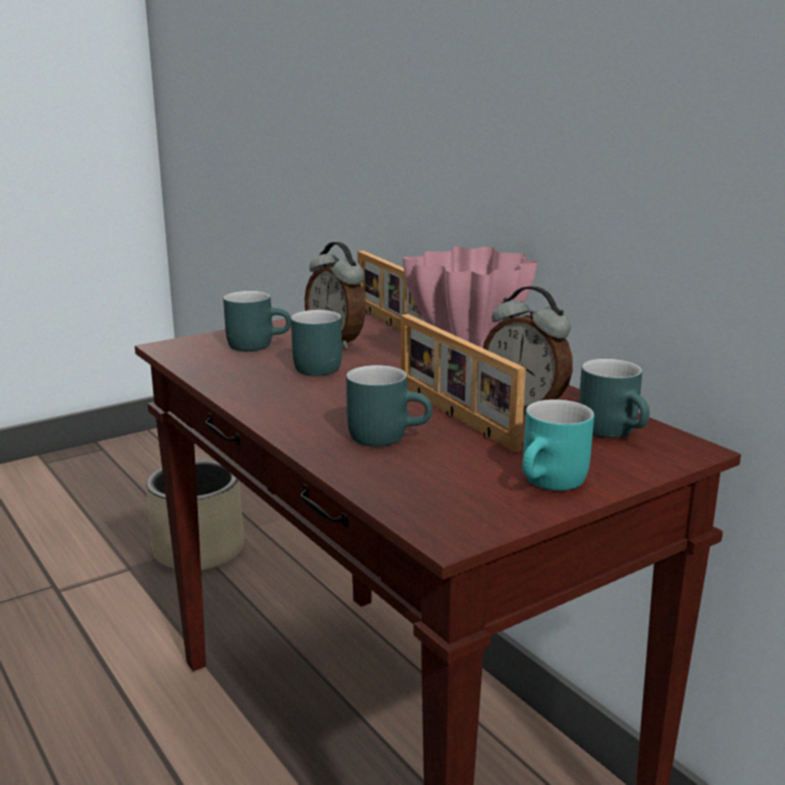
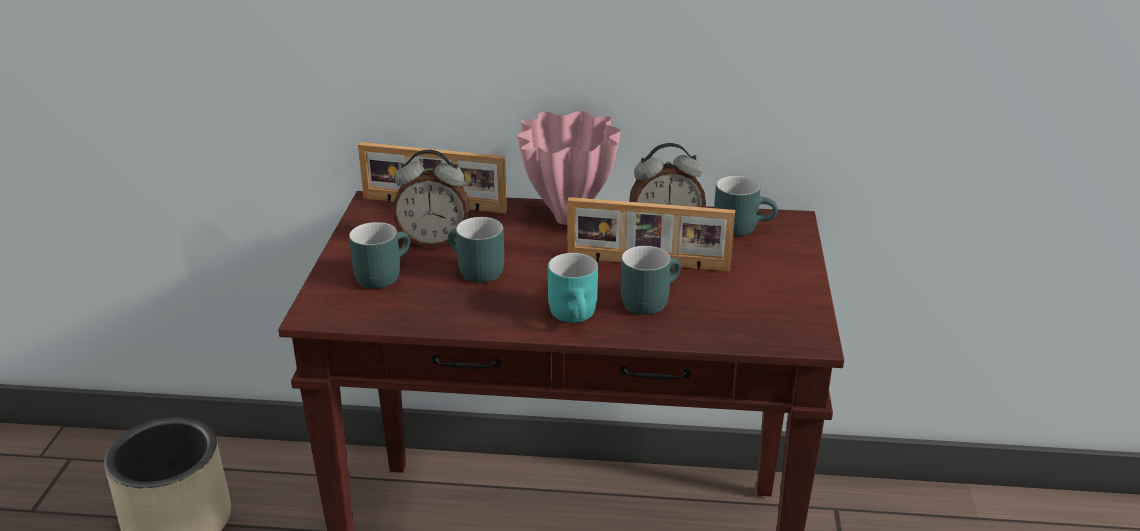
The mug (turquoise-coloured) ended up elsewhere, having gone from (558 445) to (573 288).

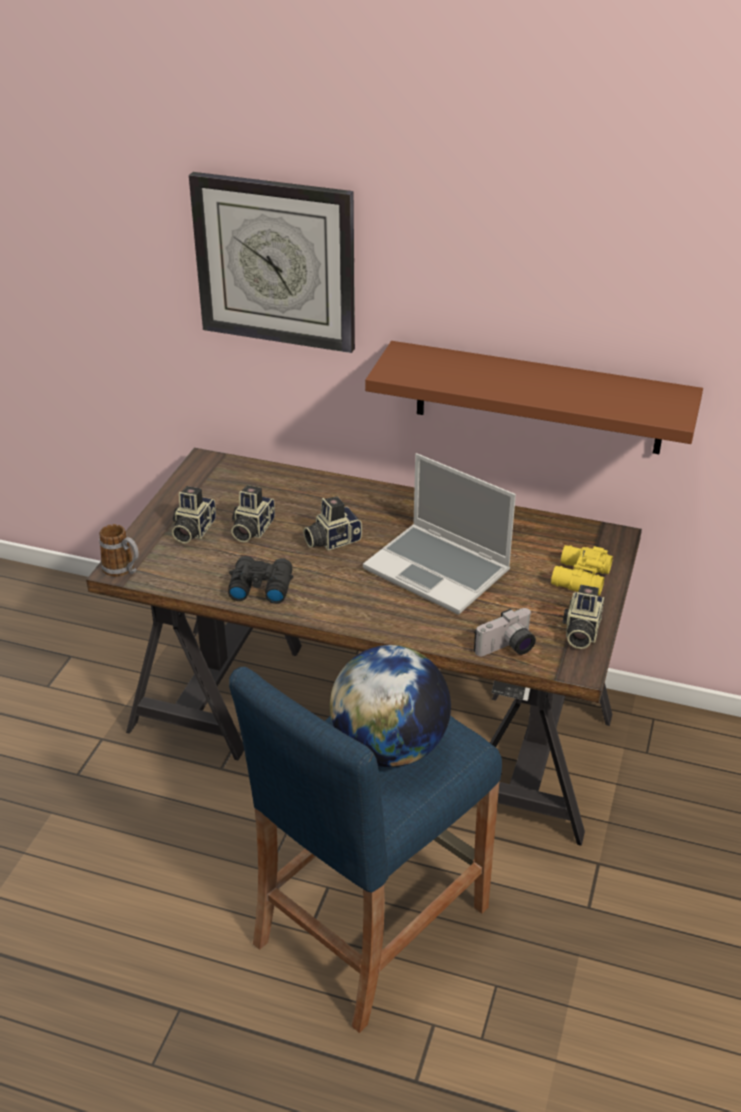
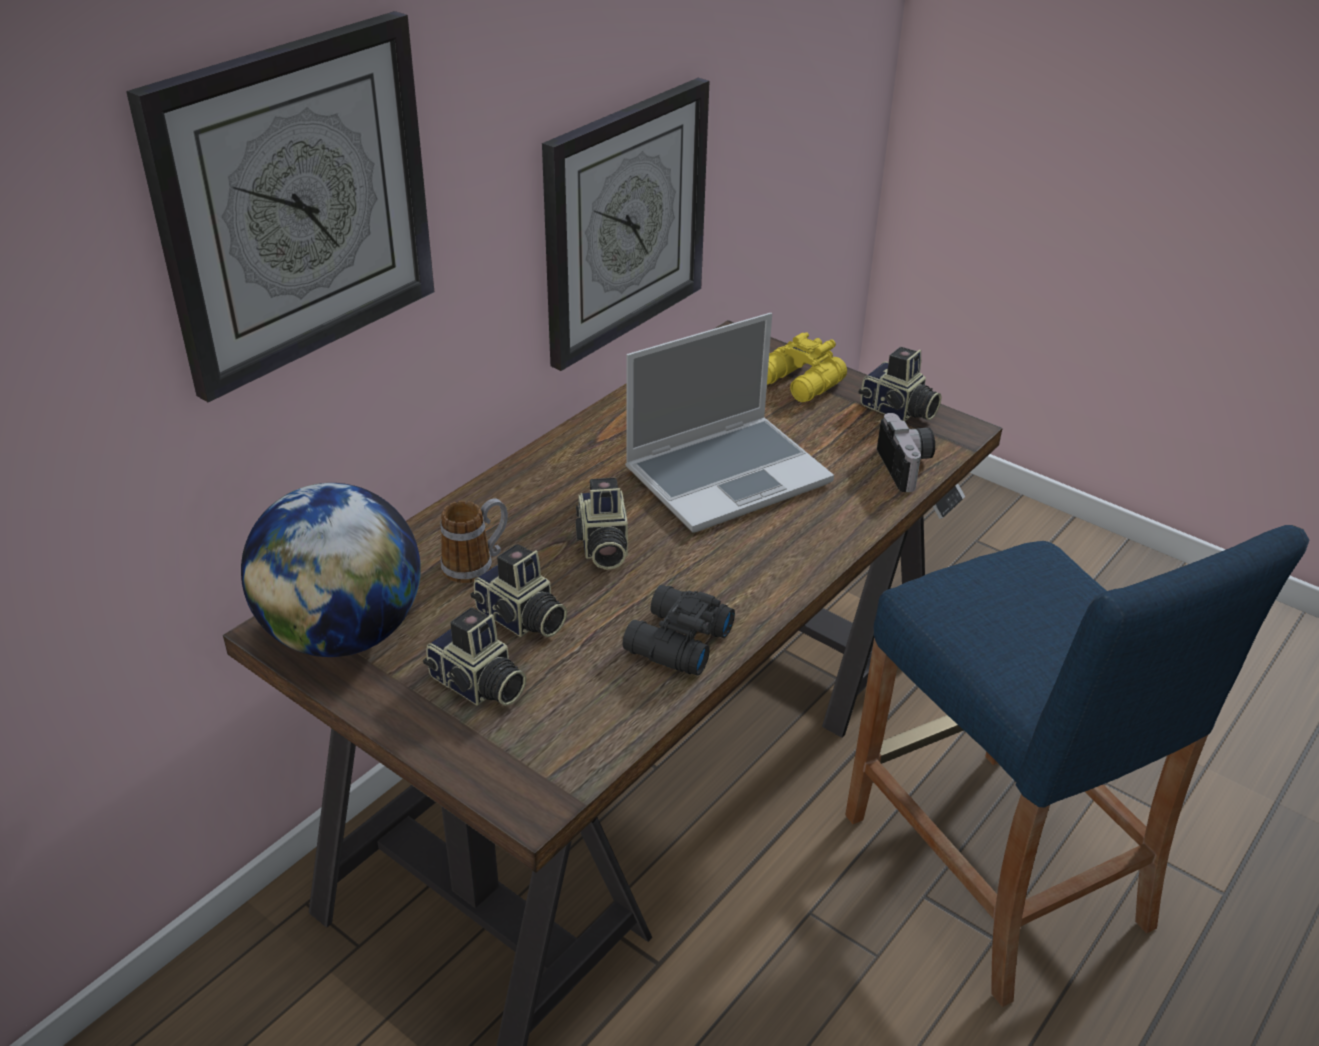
Where the shelf (brown) hung at (534 397), the clock on the wall came to hang at (626 224). The mug ended up elsewhere, having gone from (119 550) to (474 540). The desk globe ended up elsewhere, having gone from (390 706) to (331 570).

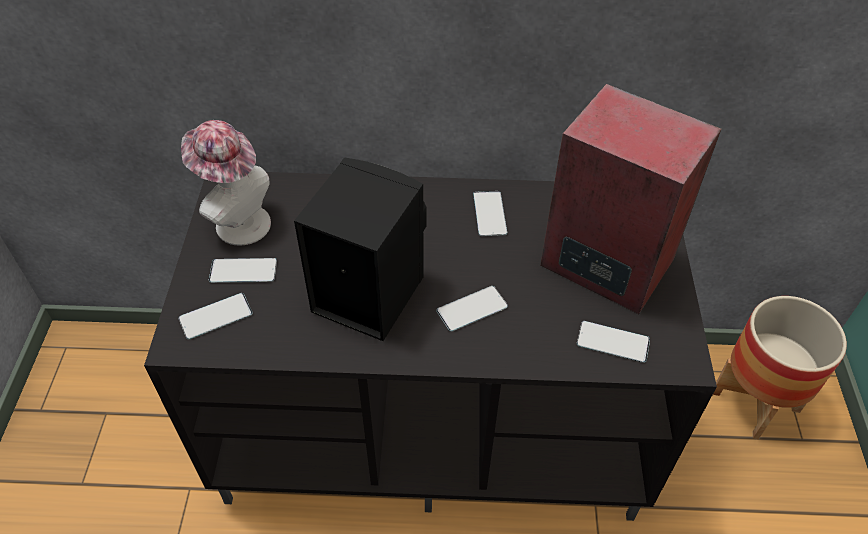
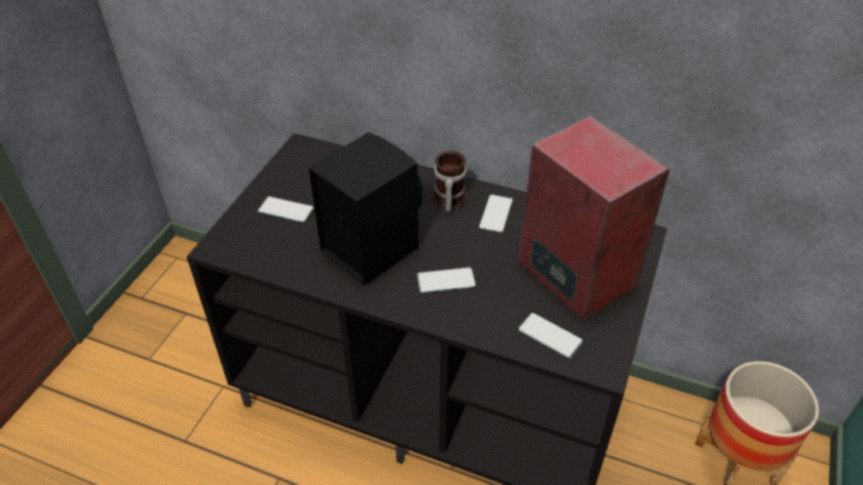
The second view lost the clothing hat at (226 183). The second view lost the telephone at (216 316). The second view gained the mug at (450 181).

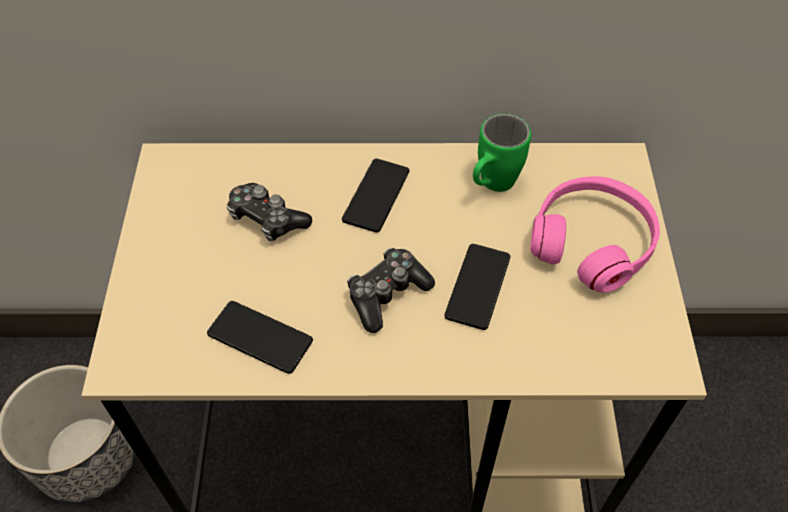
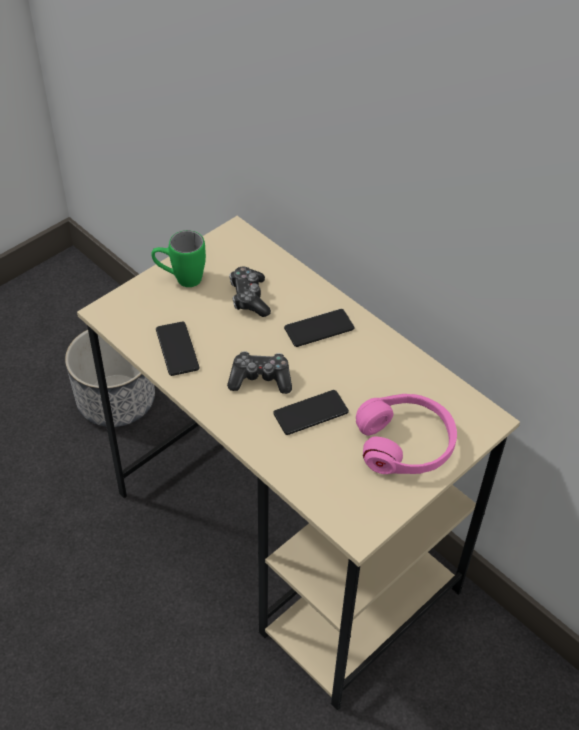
The mug (green) ended up elsewhere, having gone from (502 152) to (178 258).

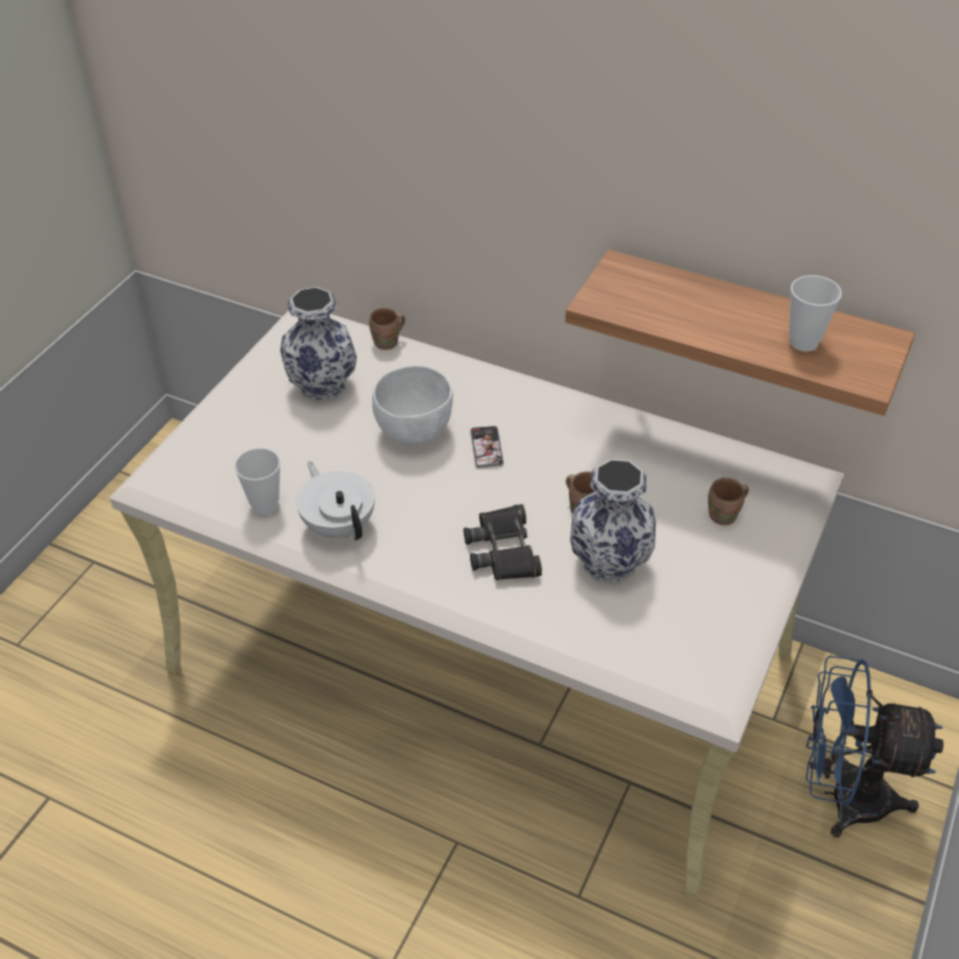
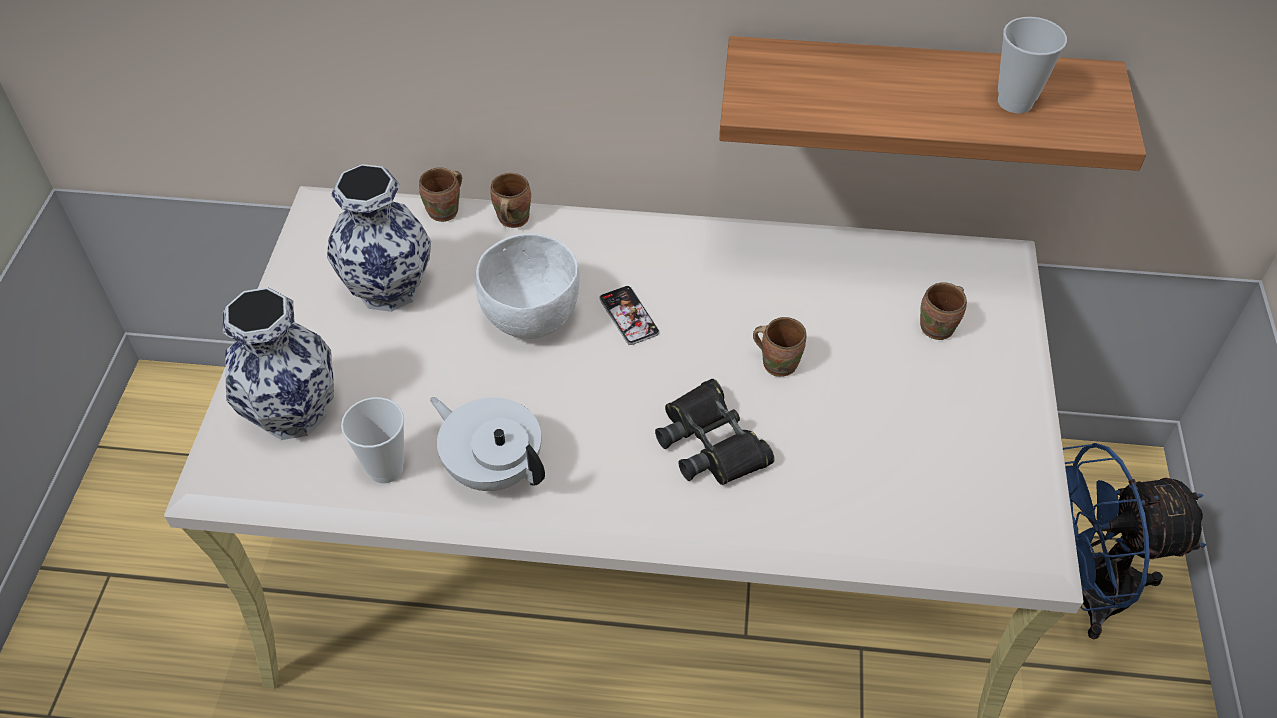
The decorative vase ended up elsewhere, having gone from (613 521) to (278 363). The second view gained the mug (brown) at (510 200).

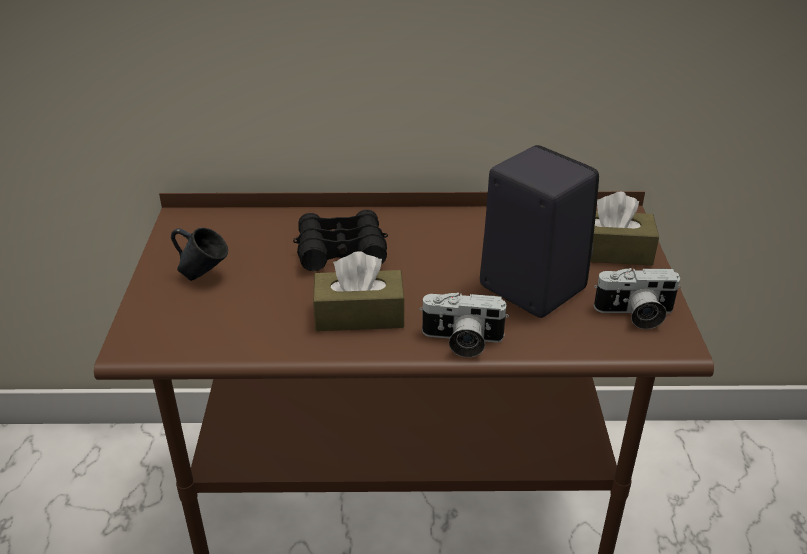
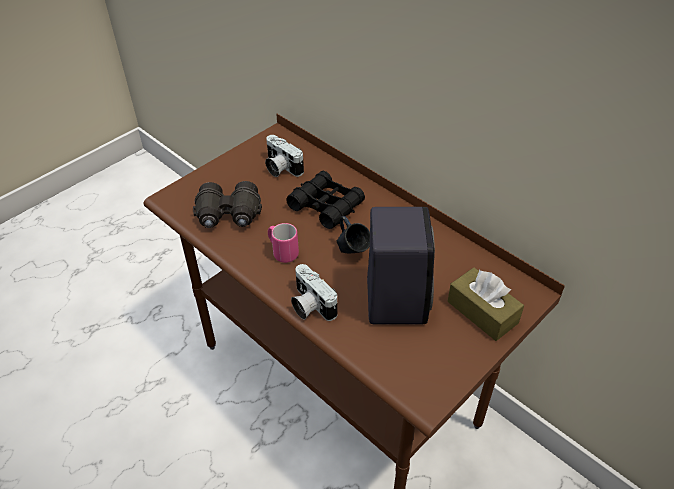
The mug (bluish) ended up elsewhere, having gone from (199 254) to (353 234). Where the box of tissues (brown) stood at (359 291), the mug (pinkish) came to stand at (283 243). The still camera ended up elsewhere, having gone from (637 298) to (284 156). The second view gained the field glasses (black) at (227 204).

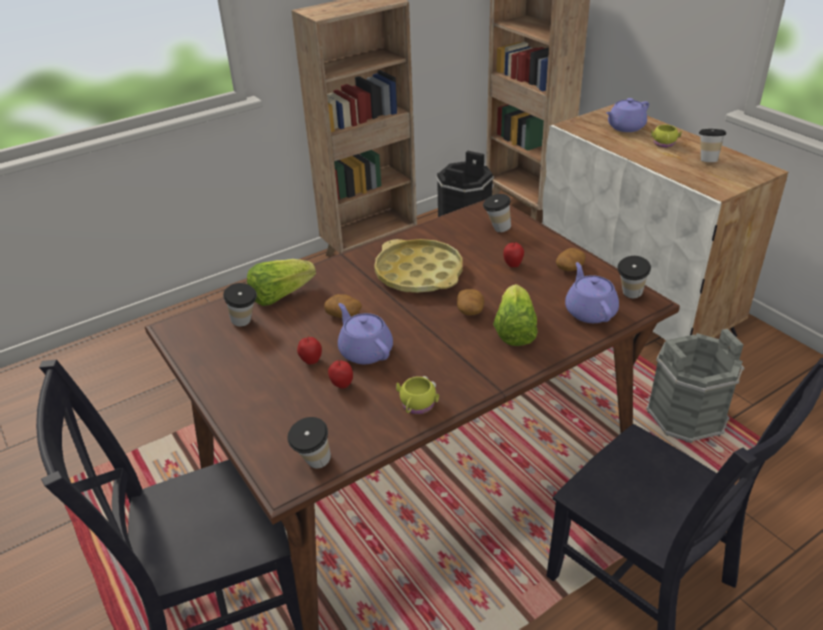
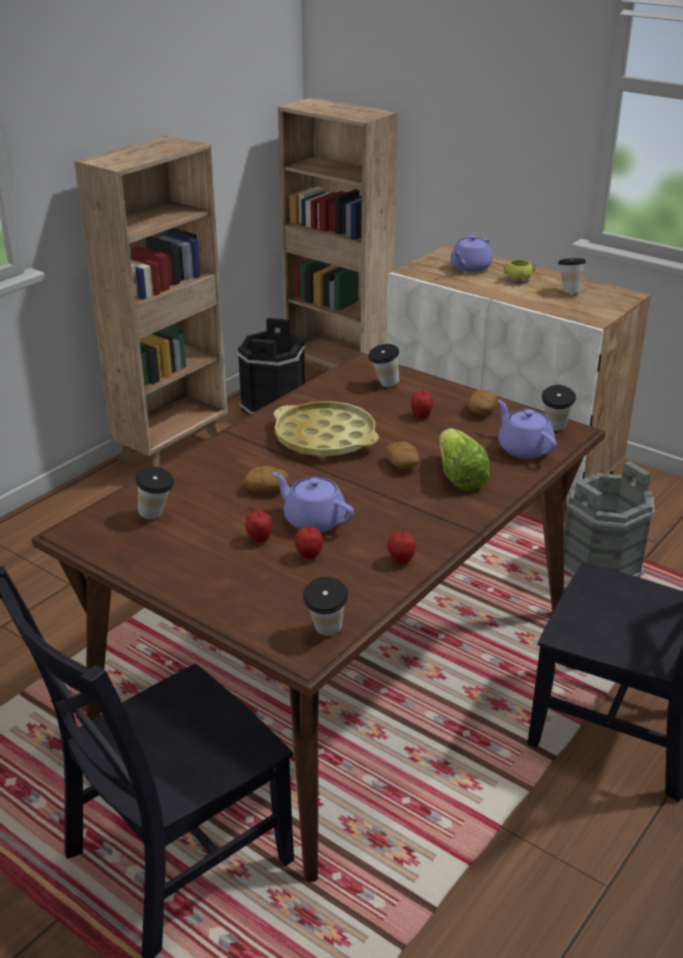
The second view lost the head of lettuce at (281 282). Where the mug (yellow-coloured) stood at (417 395), the whole apple came to stand at (401 546).

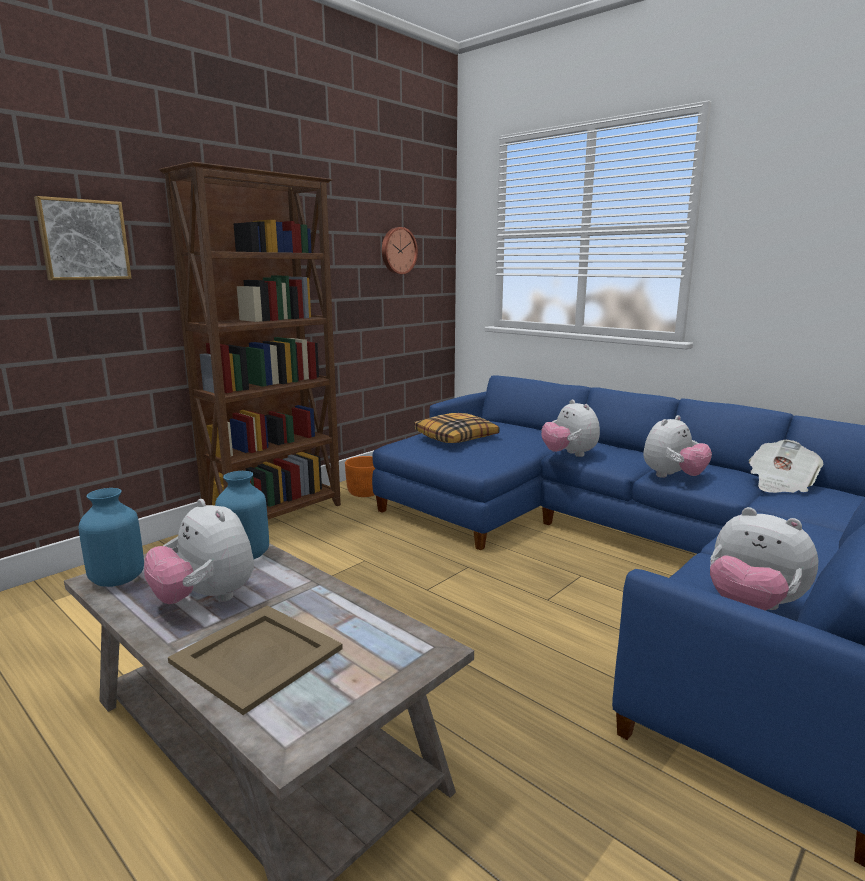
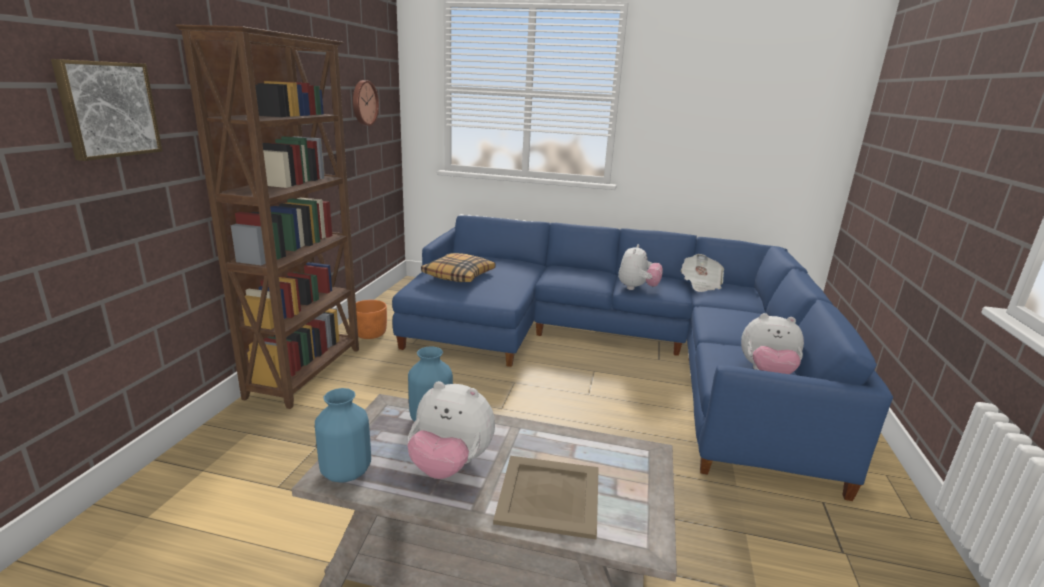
The second view lost the cuddly toy at (570 428).

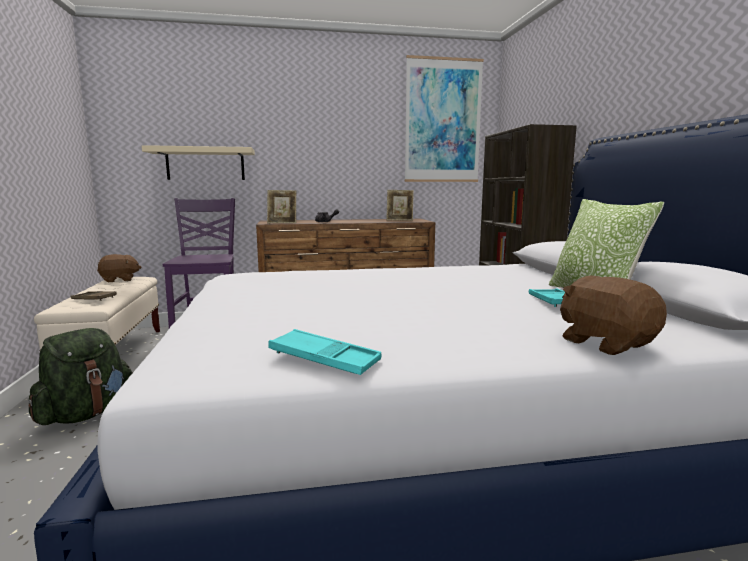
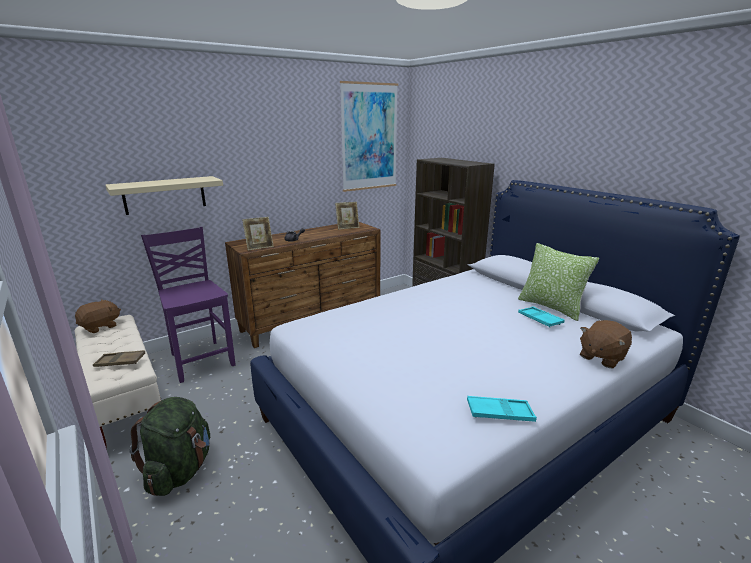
The cuddly toy (brown) at (613 315) ended up facing another way, 75 degrees counterclockwise from before.

